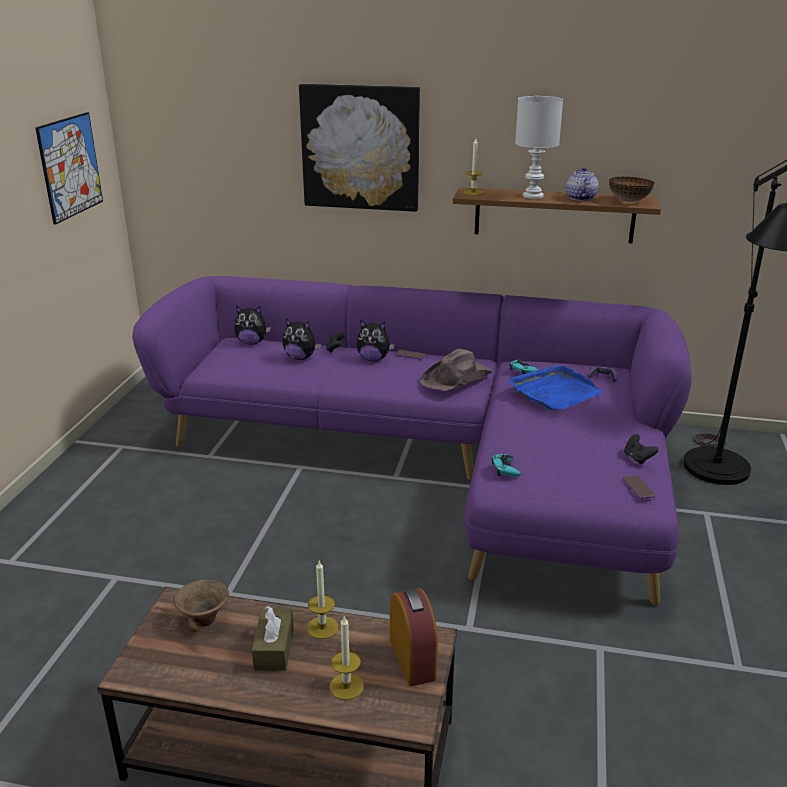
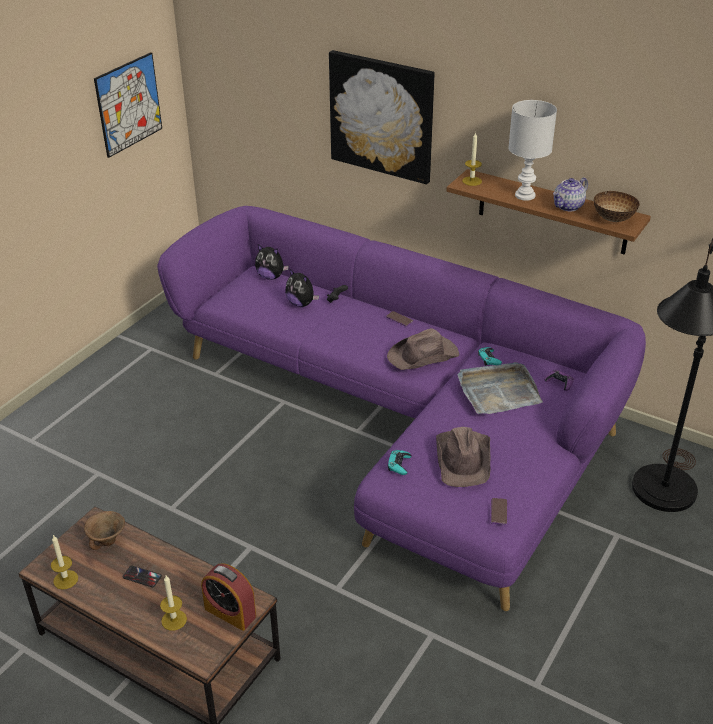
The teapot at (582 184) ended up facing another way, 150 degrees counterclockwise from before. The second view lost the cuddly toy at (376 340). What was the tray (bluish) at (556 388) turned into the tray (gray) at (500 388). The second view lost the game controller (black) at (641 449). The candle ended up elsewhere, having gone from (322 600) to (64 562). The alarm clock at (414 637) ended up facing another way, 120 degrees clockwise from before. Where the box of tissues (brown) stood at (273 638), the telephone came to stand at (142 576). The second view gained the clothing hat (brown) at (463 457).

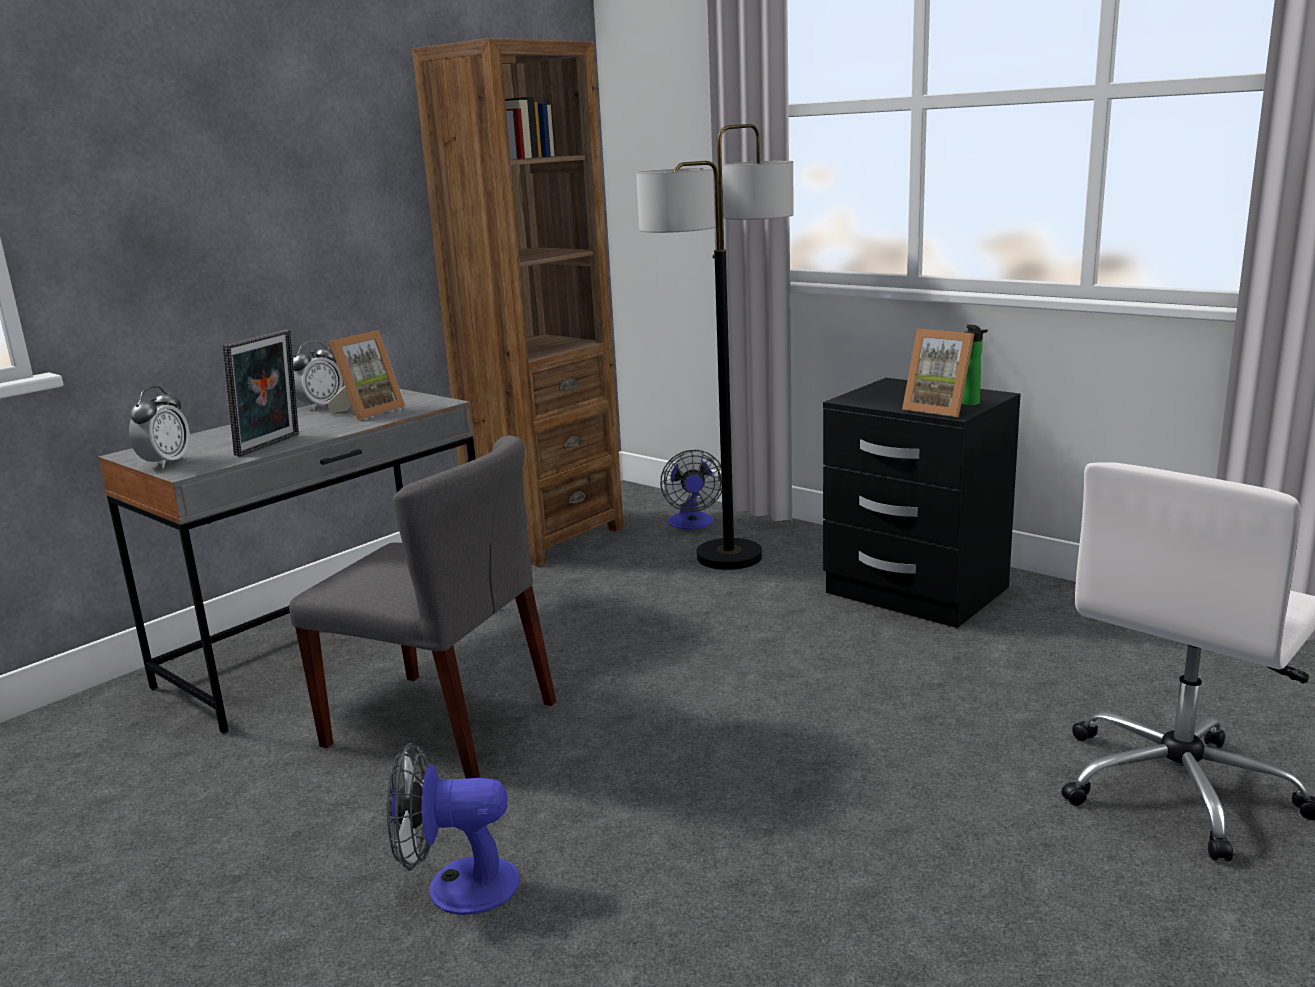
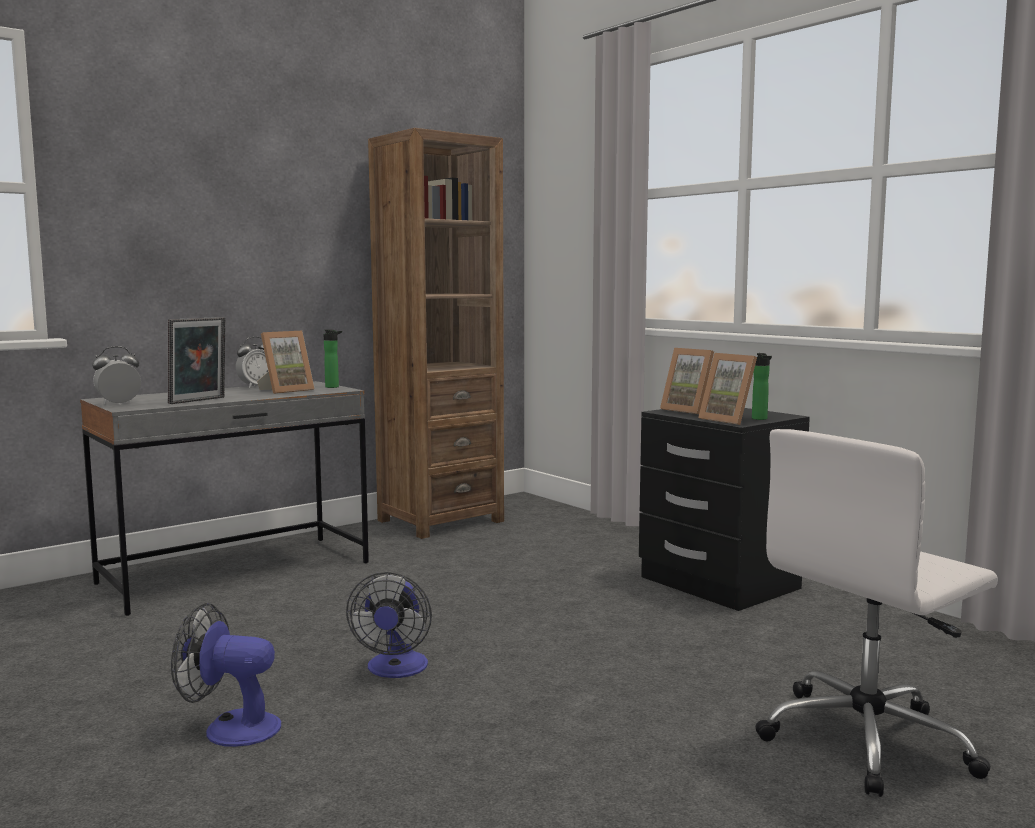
The second view lost the standing lamp at (715 347). The alarm clock at (159 427) ended up facing another way, 150 degrees counterclockwise from before. The second view lost the plain chair (gray) at (422 607). The electric fan ended up elsewhere, having gone from (691 489) to (389 625). The second view gained the bottle at (333 359). The second view gained the standing frame at (687 381).

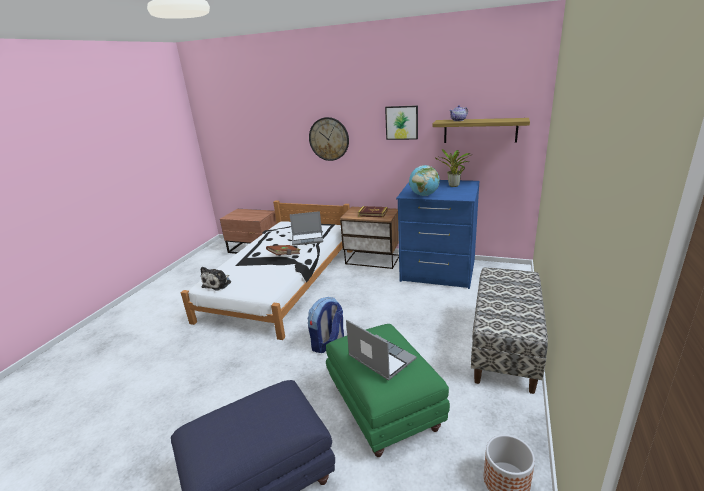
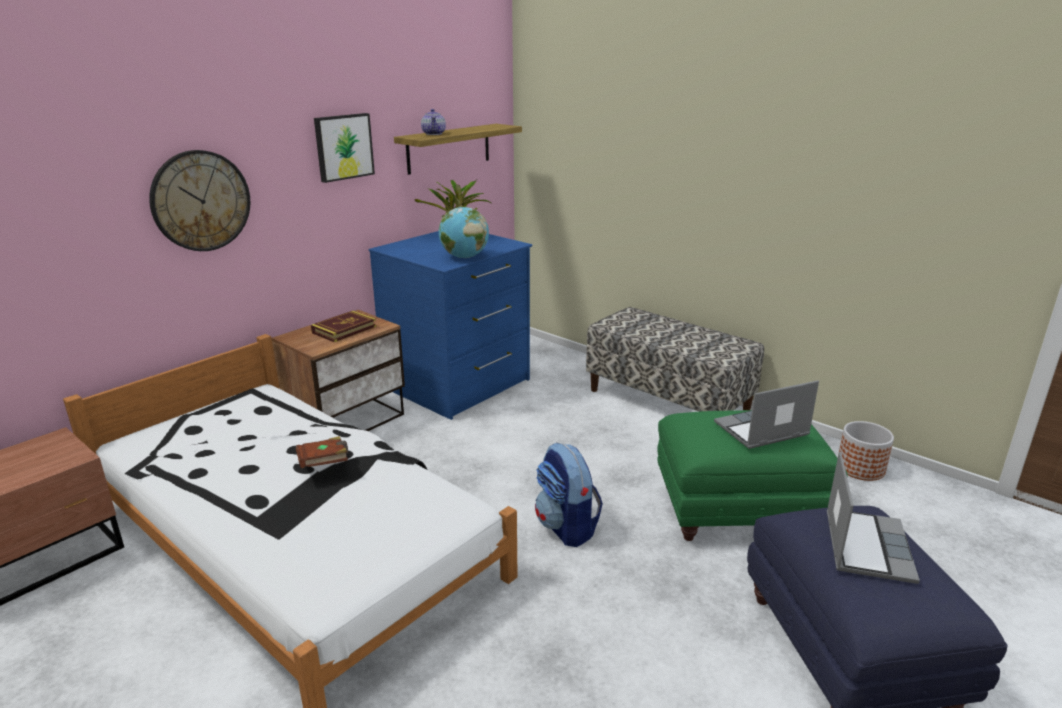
The notebook computer ended up elsewhere, having gone from (306 228) to (873 518). The second view lost the cuddly toy at (216 278).

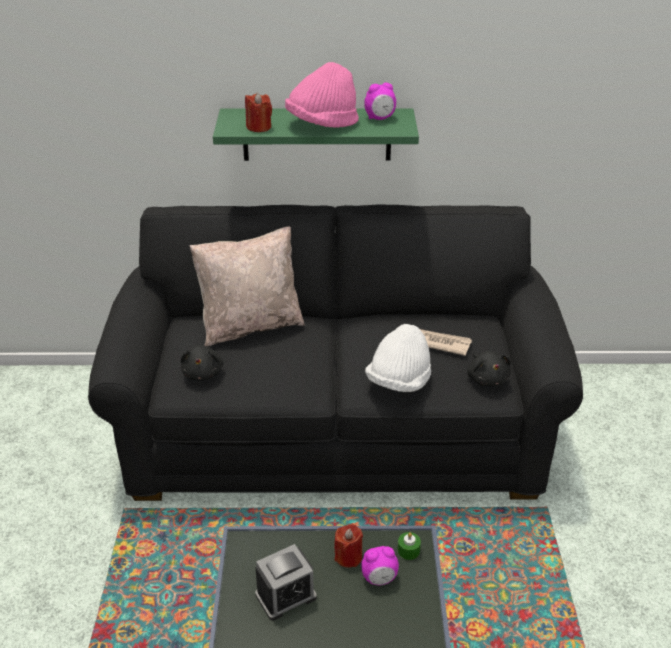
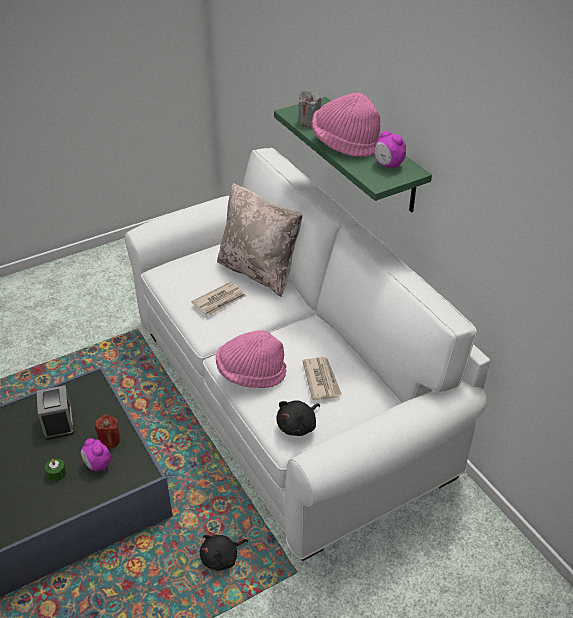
What was the candle (red-coloured) at (258 112) turned into the candle (gray) at (309 108). What was the settee (black) at (335 352) turned into the settee (whitish) at (307 354). What was the clothing hat (whitish) at (398 358) turned into the clothing hat (pinkish) at (251 359). The cuddly toy (black) ended up elsewhere, having gone from (202 363) to (224 553). The candle (green) ended up elsewhere, having gone from (409 546) to (55 470). The alarm clock at (286 582) ended up facing another way, 135 degrees counterclockwise from before. The second view gained the printed paper at (218 299).

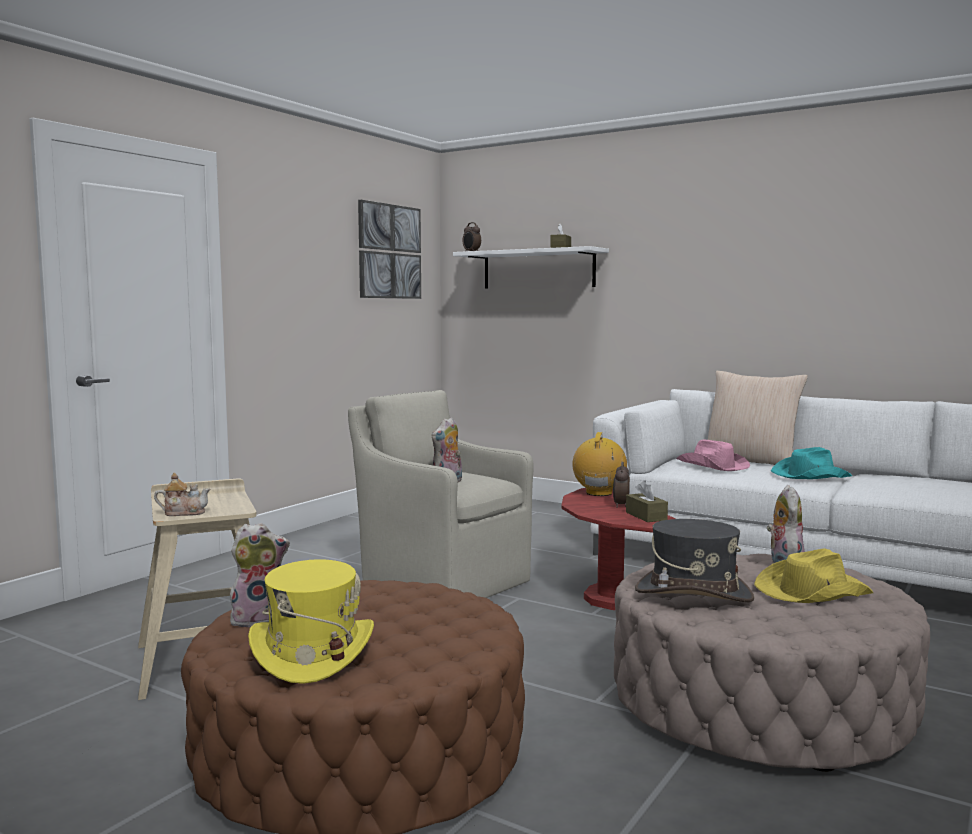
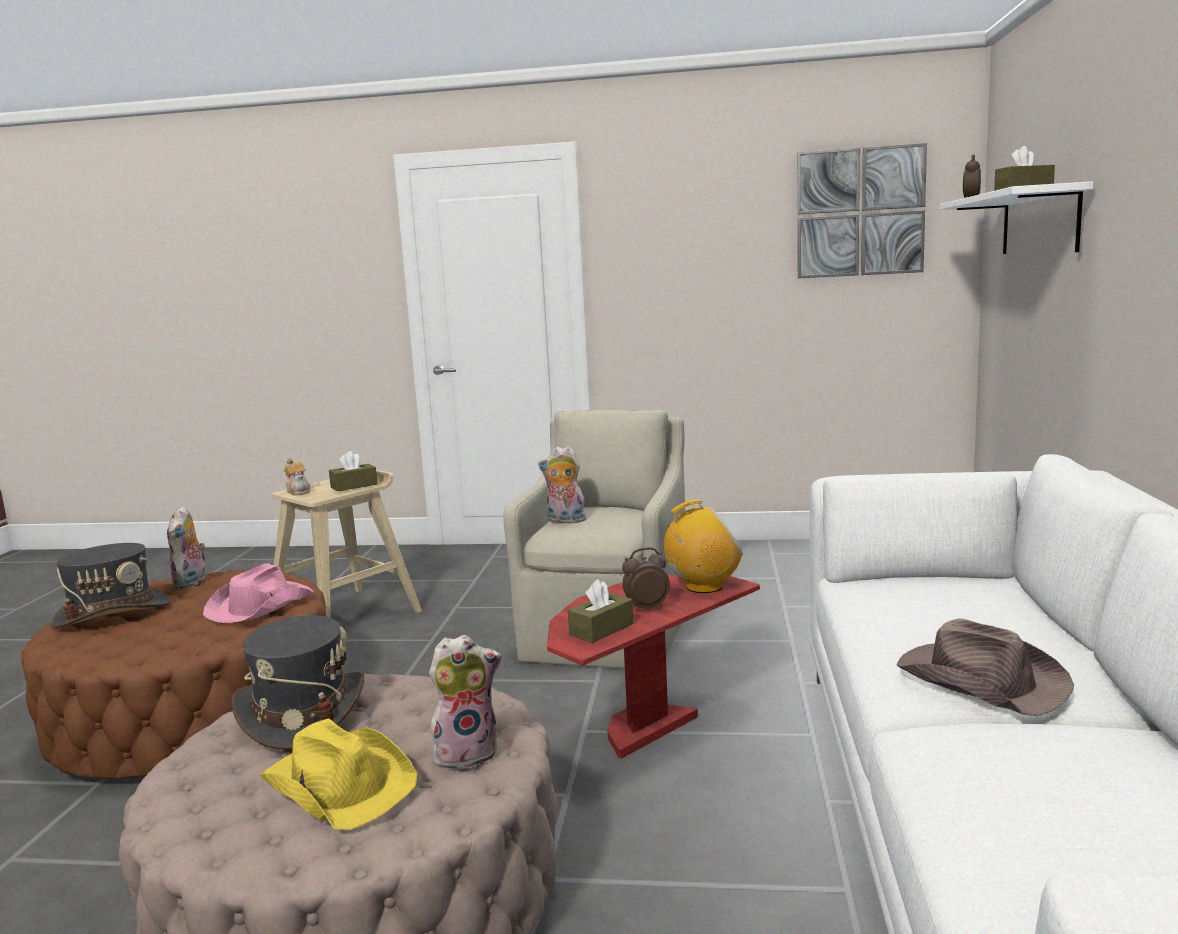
The second view lost the throw pillow (beige) at (758 418). The clothing hat (pinkish) ended up elsewhere, having gone from (713 455) to (258 593). What was the clothing hat (turquoise-coloured) at (811 463) turned into the clothing hat (brown) at (985 667). The cuddly toy at (260 575) ended up facing another way, 45 degrees clockwise from before. What was the clothing hat (yellow-coloured) at (311 621) turned into the clothing hat (gray) at (110 585). The second view gained the box of tissues (brown) at (353 471).

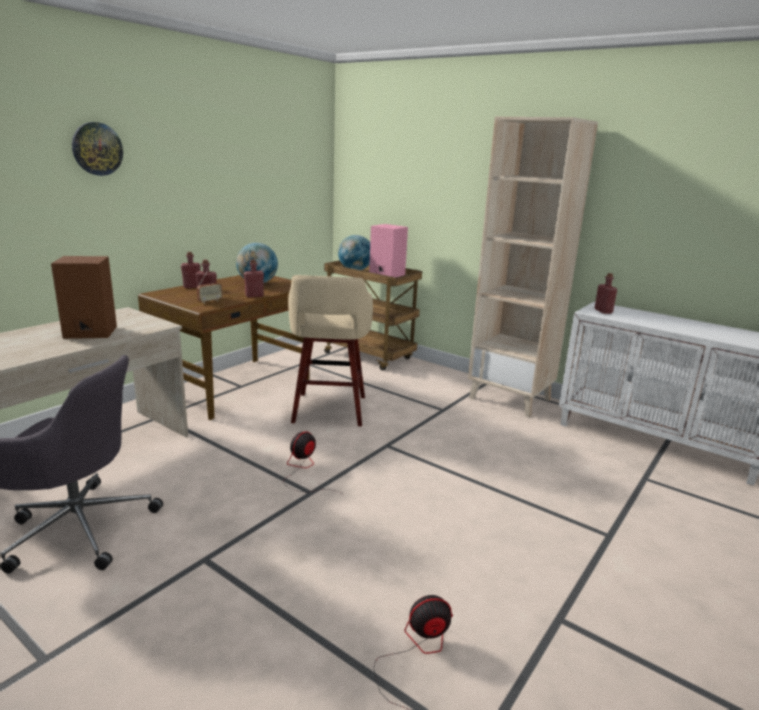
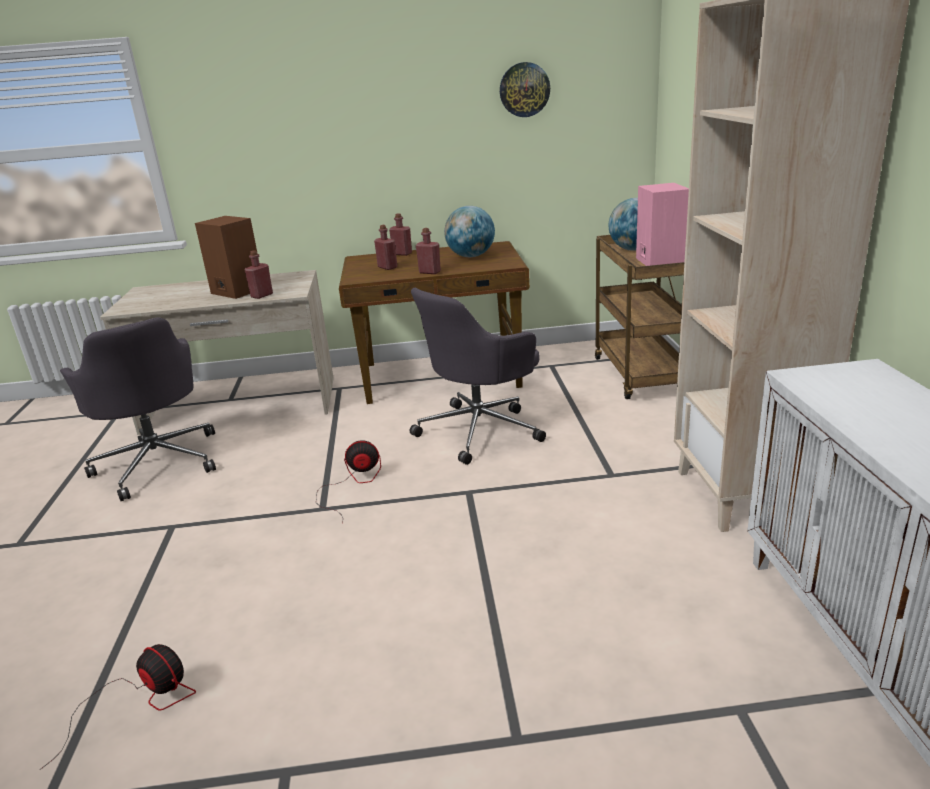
The clock on the wall ended up elsewhere, having gone from (97 149) to (525 89). The second view lost the radio at (209 287). The bottle (red-coloured) ended up elsewhere, having gone from (606 293) to (259 274). Where the stool seat (beige) stood at (330 350), the desk chair (gray) came to stand at (478 376).

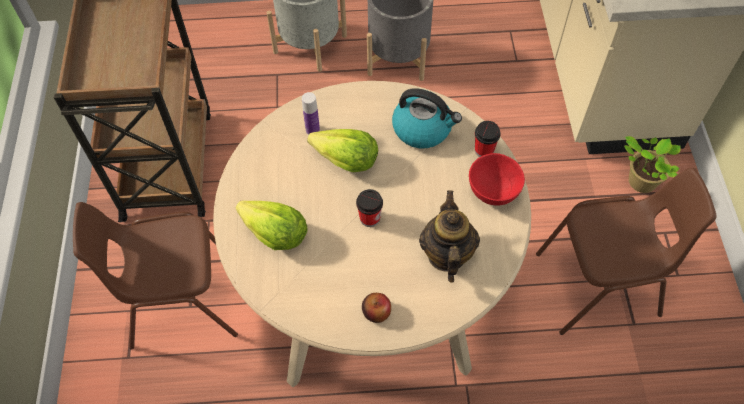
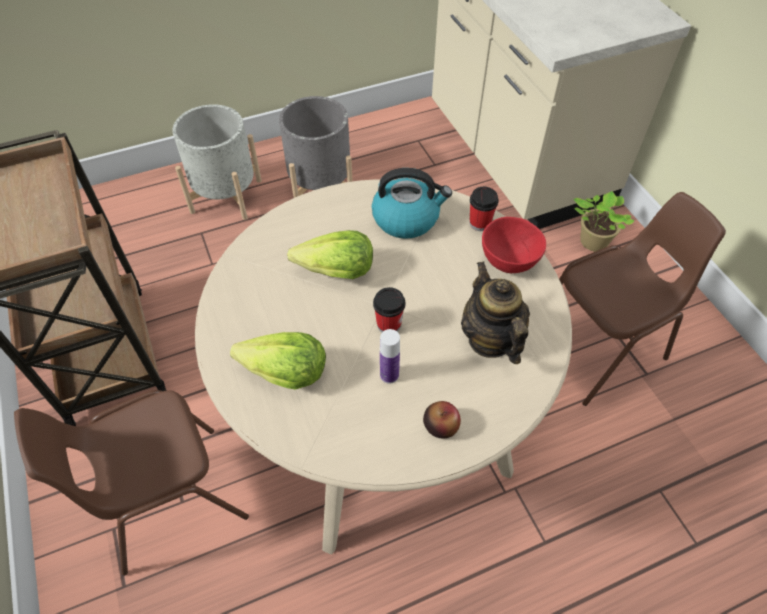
The bottle ended up elsewhere, having gone from (311 113) to (390 356).

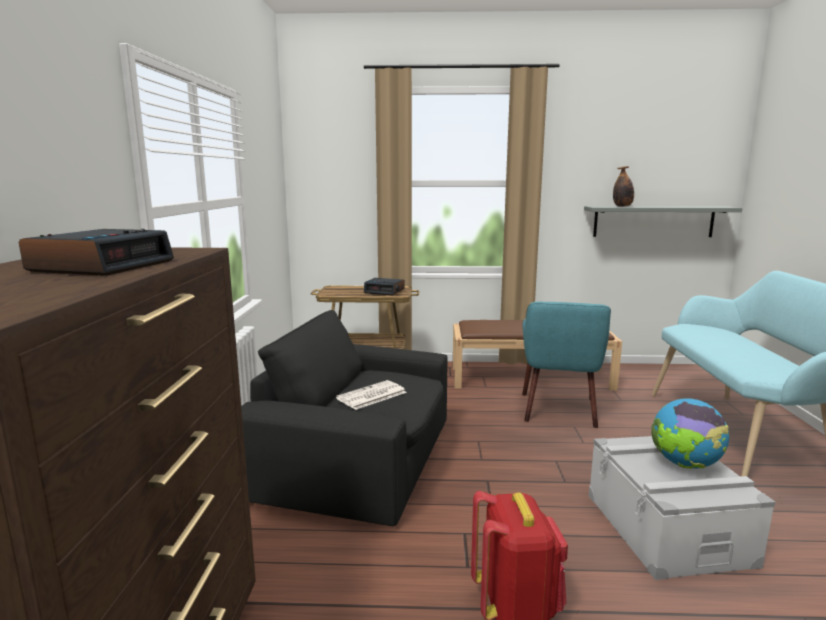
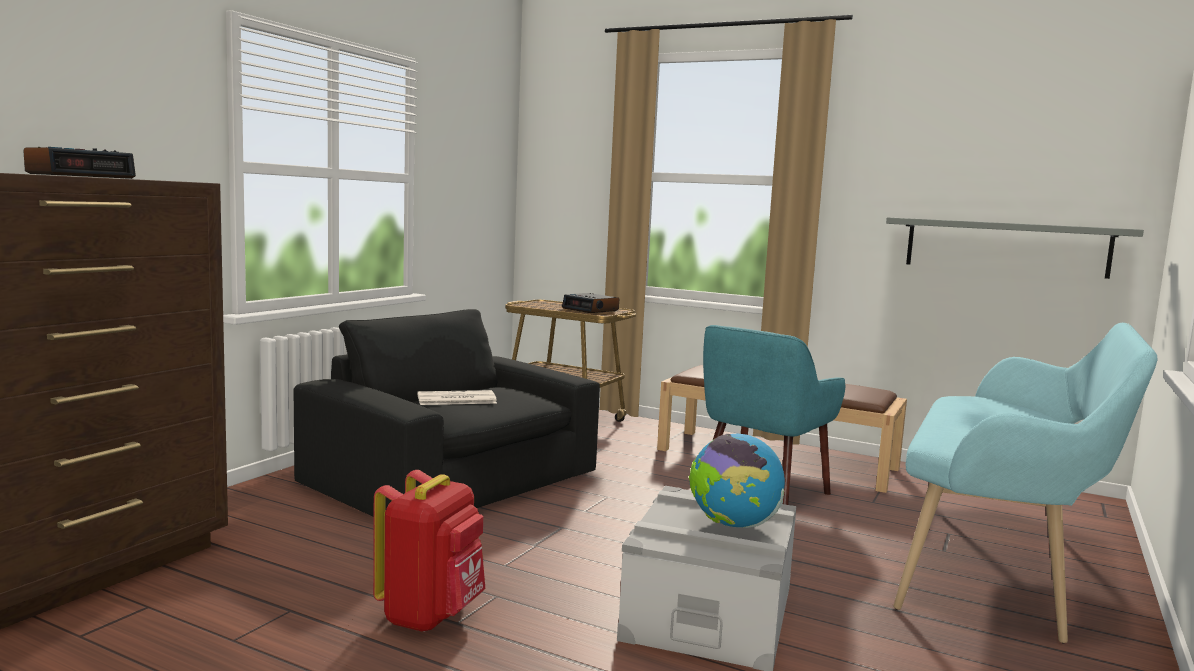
The second view lost the bottle at (623 186).

